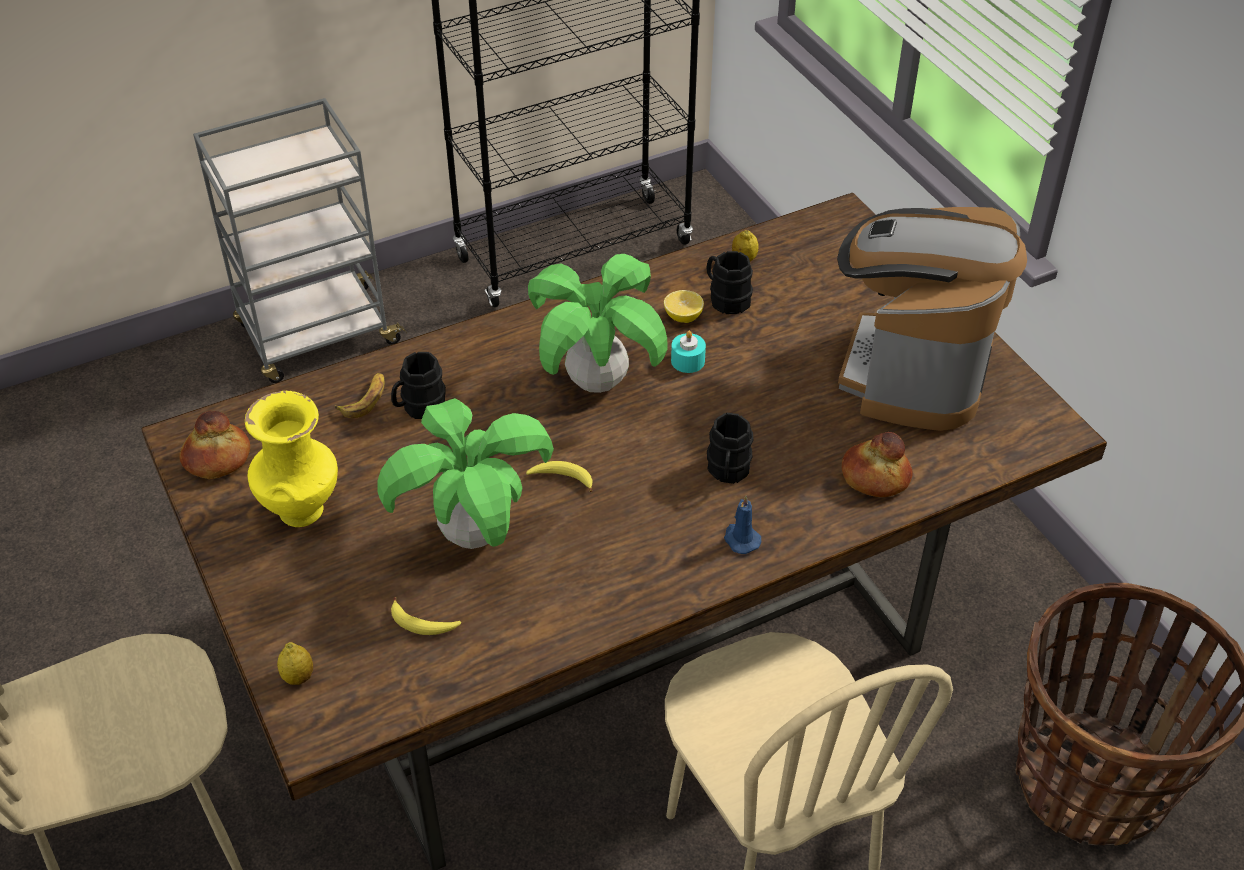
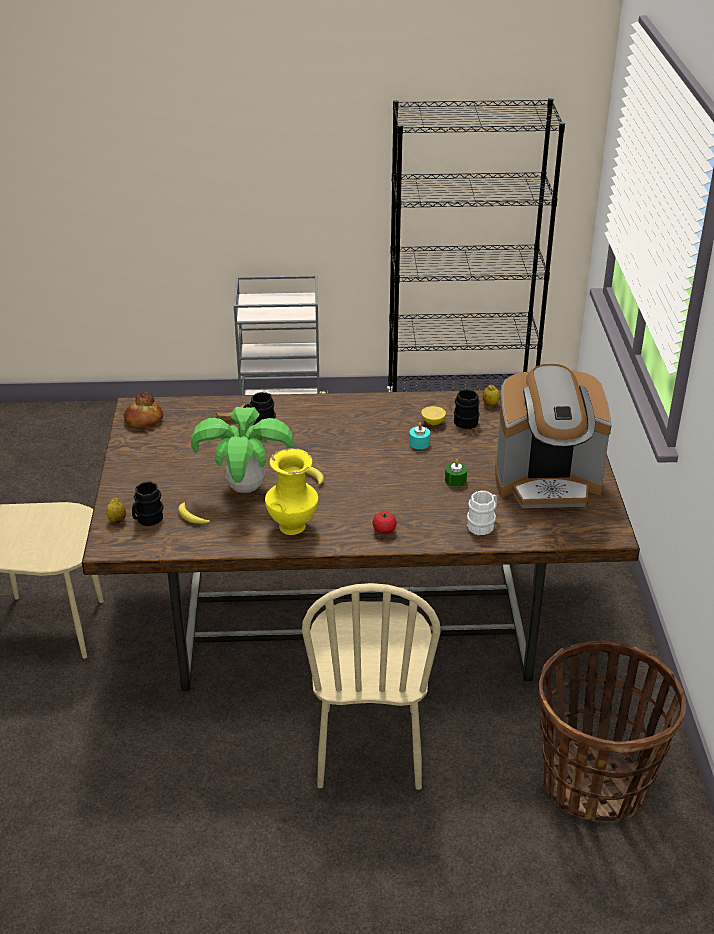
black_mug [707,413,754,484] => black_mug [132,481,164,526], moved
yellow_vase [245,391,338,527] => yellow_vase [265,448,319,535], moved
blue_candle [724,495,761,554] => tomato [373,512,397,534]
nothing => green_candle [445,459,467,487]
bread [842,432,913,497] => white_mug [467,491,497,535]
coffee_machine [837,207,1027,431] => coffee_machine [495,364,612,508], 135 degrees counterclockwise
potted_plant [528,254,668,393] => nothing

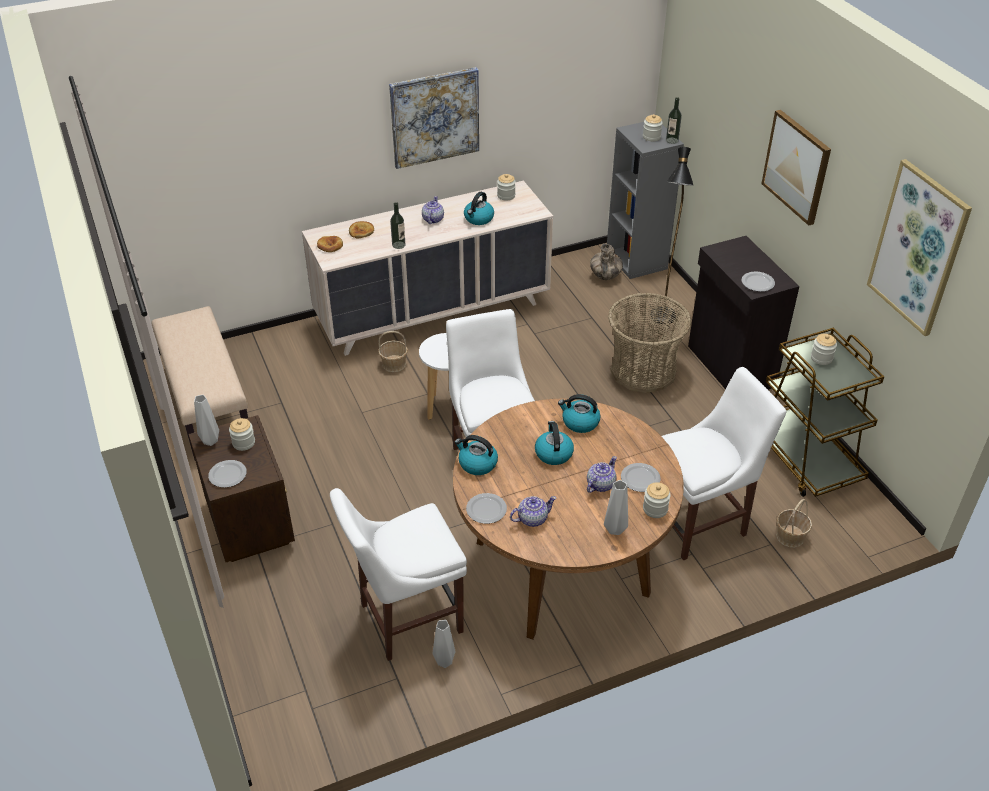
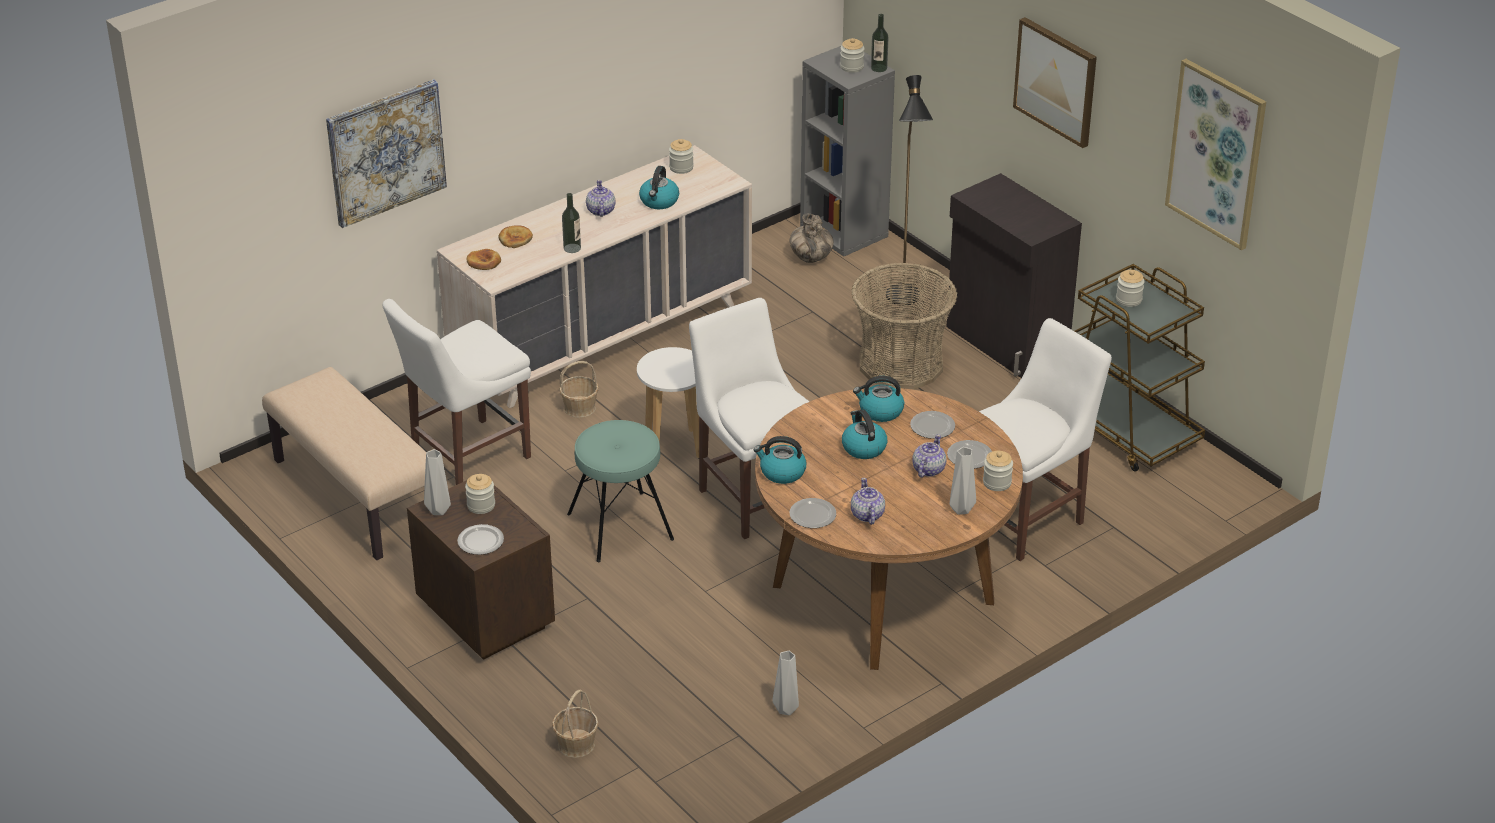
picture [389,67,479,169] => picture [326,79,447,228], moved
white_chair [330,488,467,661] => white_chair [383,299,531,485], moved
basket [776,499,812,548] => basket [552,690,599,758], moved
nothing => turquoise_stool [567,420,674,562]
teapot [510,496,556,527] => teapot [851,478,885,525], 60 degrees counterclockwise
plate [742,272,775,292] => plate [910,411,955,439], moved

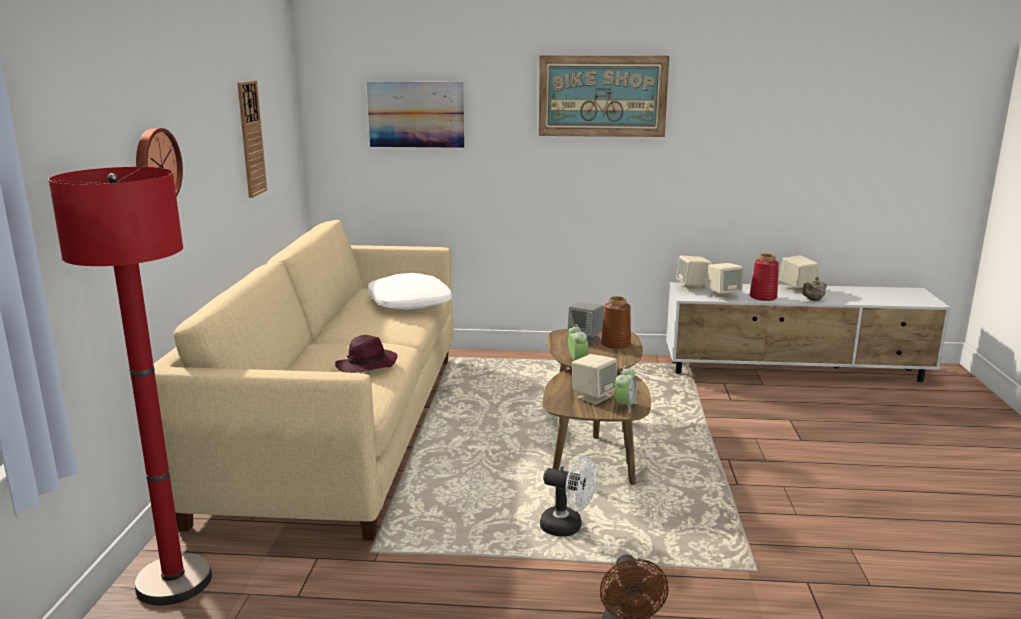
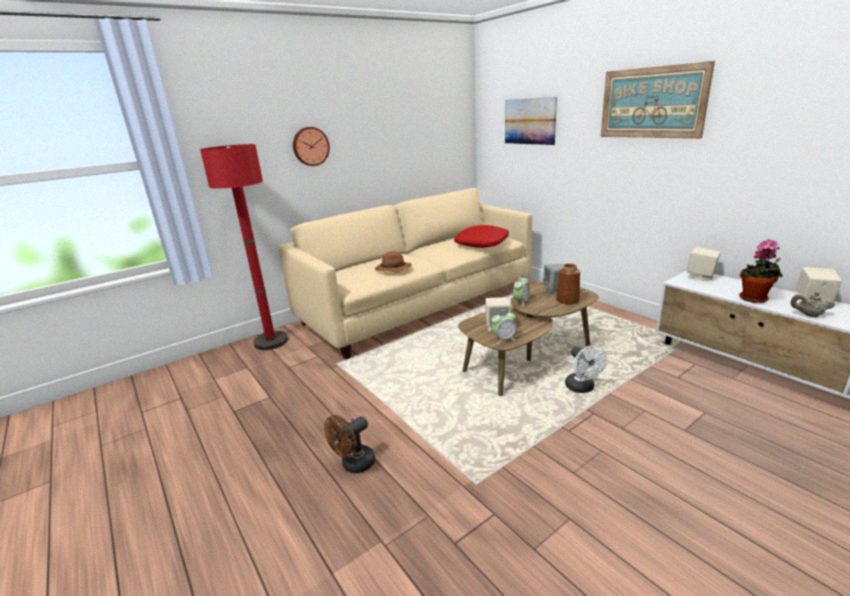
purple_hat [335,335,397,373] => brown_hat [375,251,412,273]
white_pillow [368,273,452,309] => red_pillow [454,225,509,248]
white_fan [540,455,597,537] => white_fan [565,345,607,393], moved
red_vase [750,254,779,301] => potted_plant [739,239,783,303]
wall_clock [237,81,267,198] => nothing
beige_speaker [707,263,743,299] => nothing

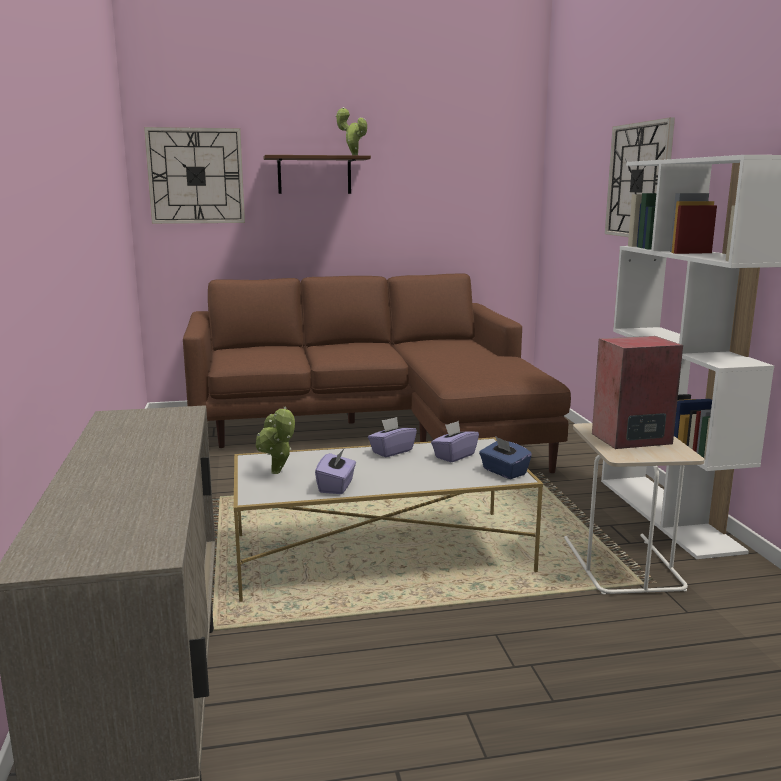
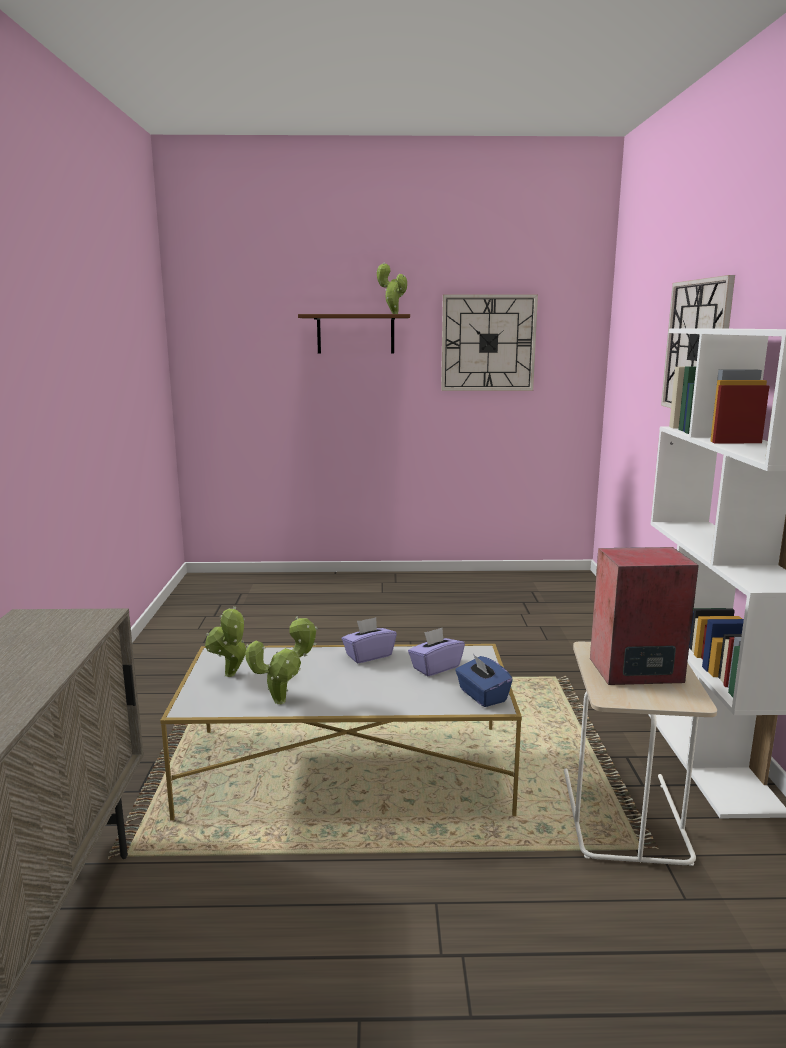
purple_tissue_box [315,449,356,494] => potted_plant [245,616,318,704]
wall_clock [144,127,245,224] => wall_clock [441,294,538,391], moved
brown_sofa [183,273,571,473] => nothing

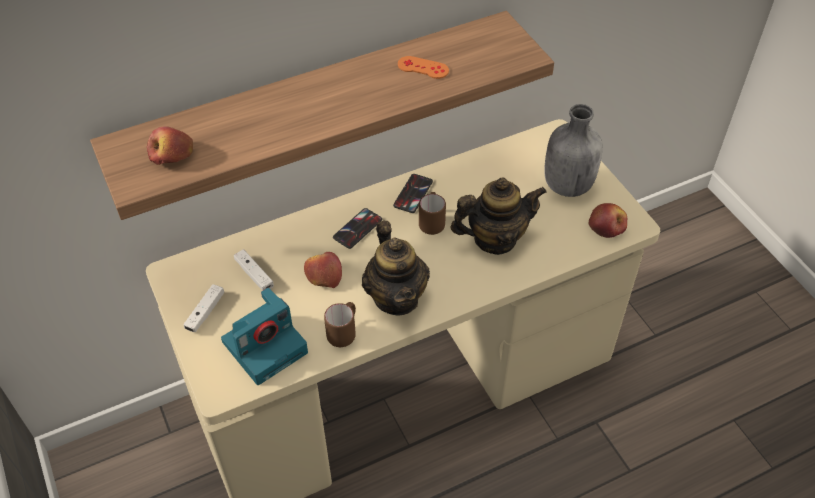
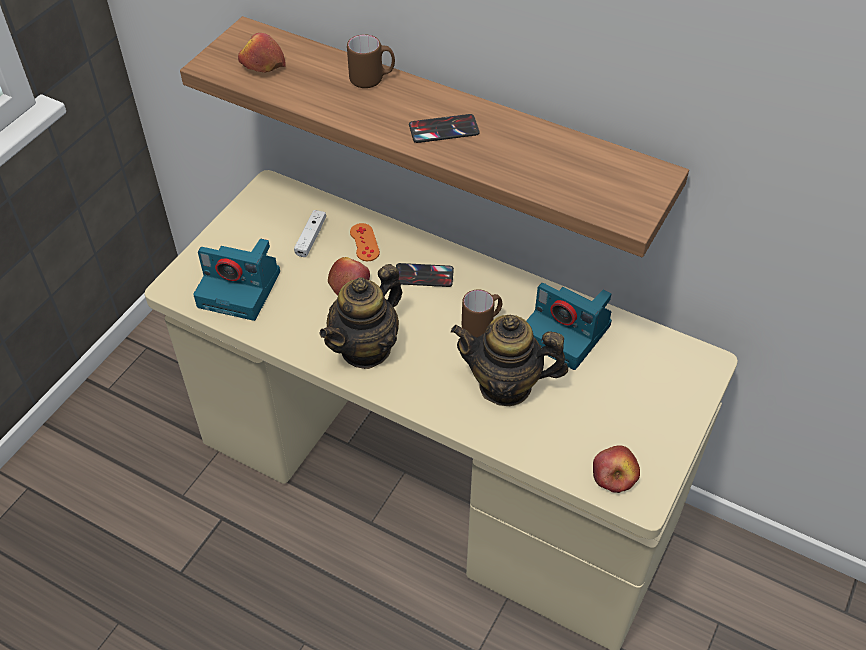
brown_mug [324,302,356,347] => brown_mug [347,34,395,88], moved
orange_game_controller [398,56,449,79] => orange_game_controller [350,223,380,261], moved
phone [393,174,433,213] => phone [409,114,480,143], moved
teapot [450,178,547,255] => teapot [451,315,568,406], 150 degrees clockwise
nothing => photo_camera [526,283,612,370]
white_game_controller [183,284,224,332] => nothing
grey_bottle [544,104,603,197] => nothing

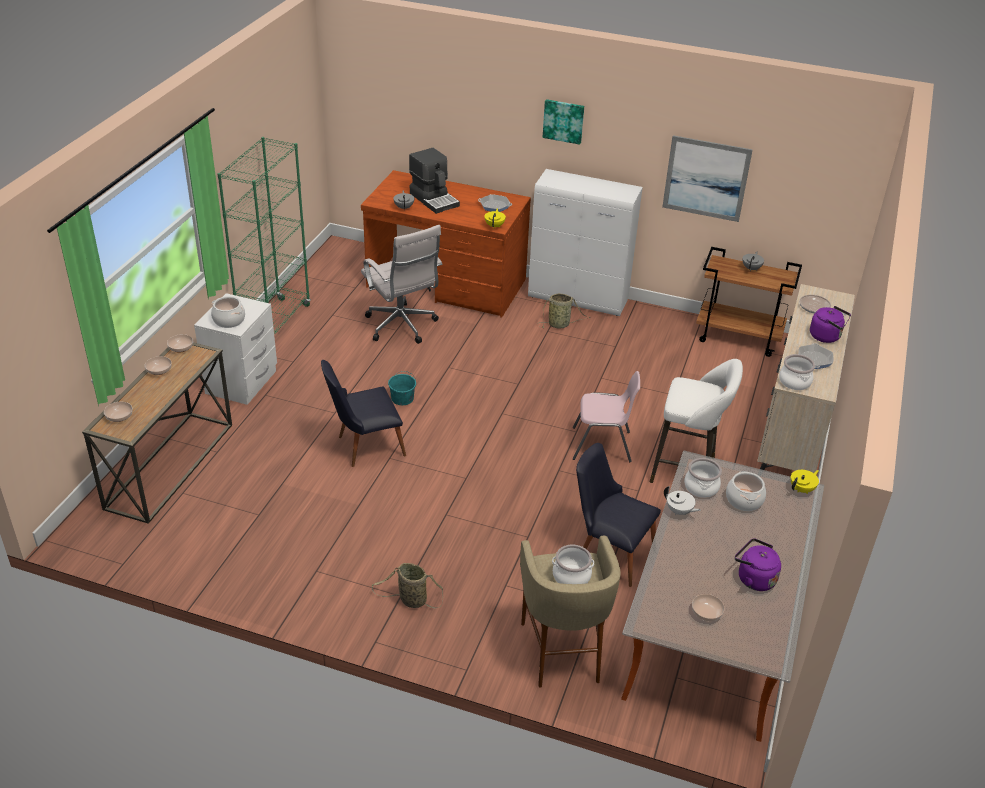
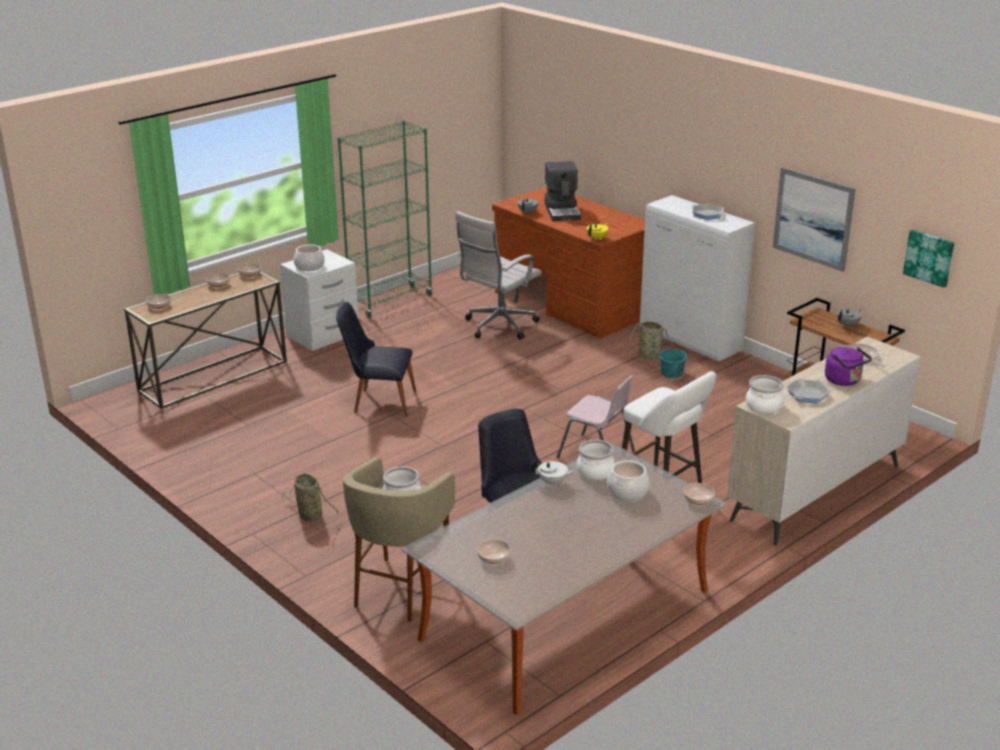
white_office_chair [361,225,443,344] => white_office_chair [455,211,542,340], 45 degrees clockwise
white_teapot [664,486,701,516] => white_teapot [532,459,576,485], 60 degrees counterclockwise
turquoise_bucket [388,371,416,405] => turquoise_bucket [659,342,687,378], moved
yellow_teapot [791,470,819,494] => bowl [683,483,715,505]
frying_pan [478,194,512,212] => frying_pan [691,204,725,220], moved
picture [543,99,584,145] => picture [903,230,954,288], moved
purple_kettle [735,538,781,591] => nothing

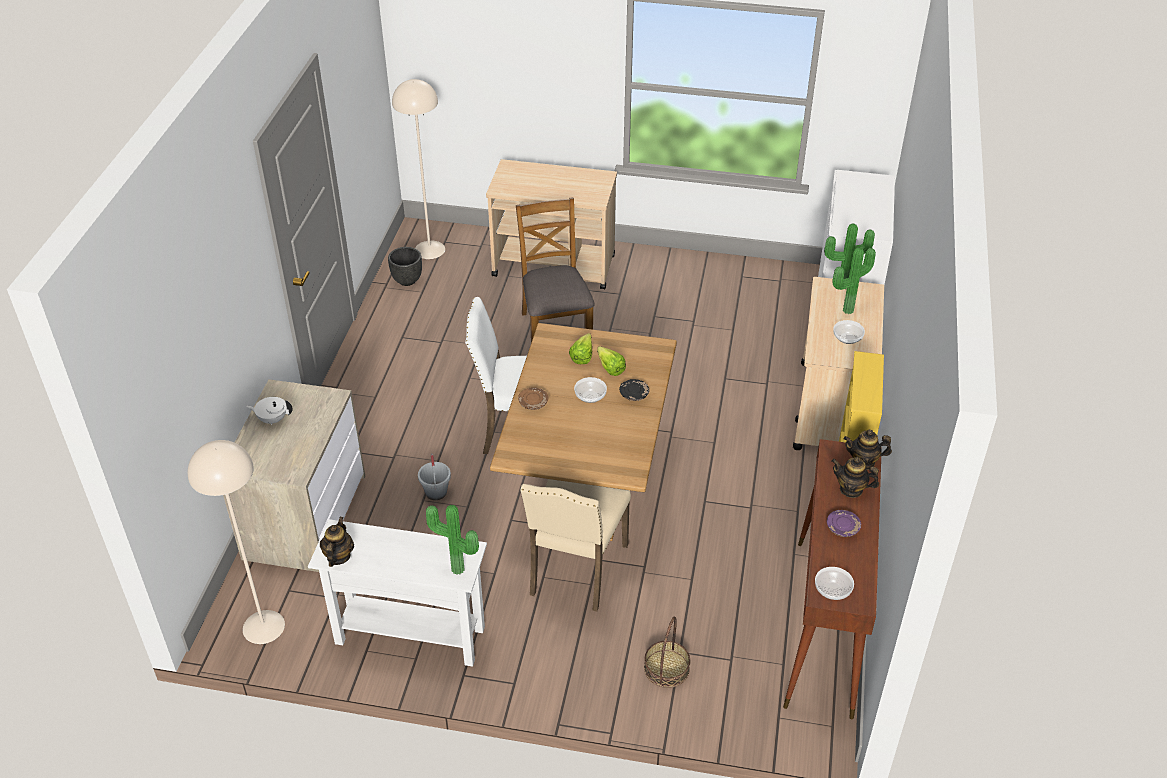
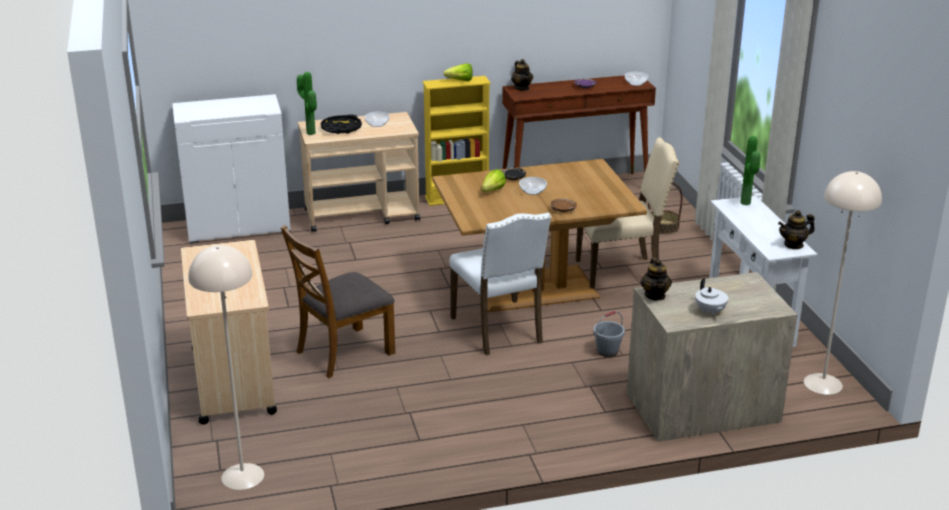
potted_plant [832,248,876,314] => black_tray [321,115,362,134]
lettuce [569,333,592,364] => lettuce [443,64,472,81], moved
teapot [832,457,879,498] => teapot [640,258,672,301], moved
black_planter [388,247,422,286] => nothing

